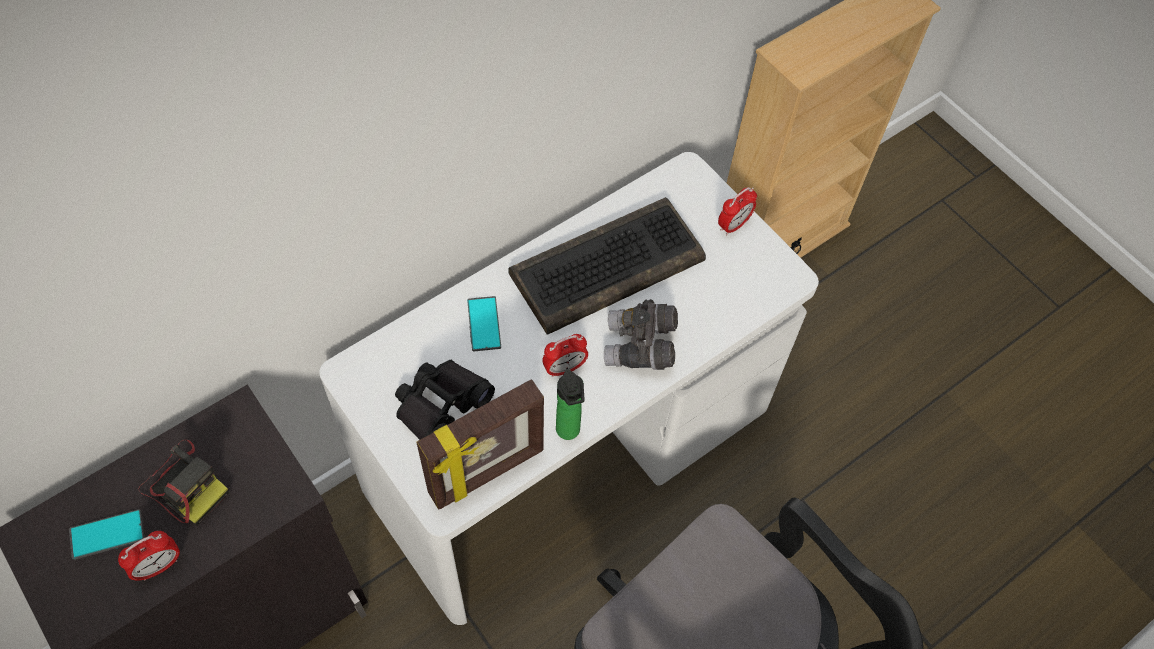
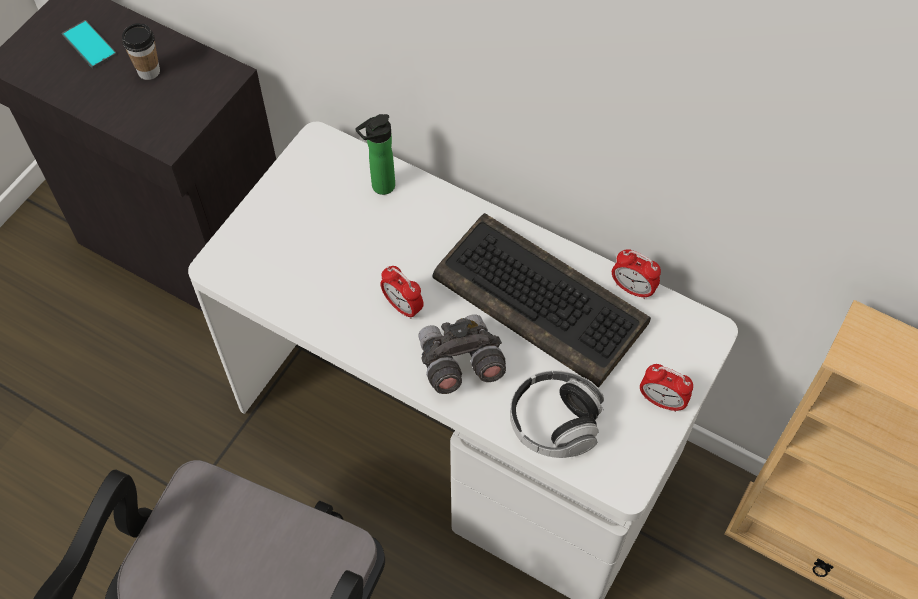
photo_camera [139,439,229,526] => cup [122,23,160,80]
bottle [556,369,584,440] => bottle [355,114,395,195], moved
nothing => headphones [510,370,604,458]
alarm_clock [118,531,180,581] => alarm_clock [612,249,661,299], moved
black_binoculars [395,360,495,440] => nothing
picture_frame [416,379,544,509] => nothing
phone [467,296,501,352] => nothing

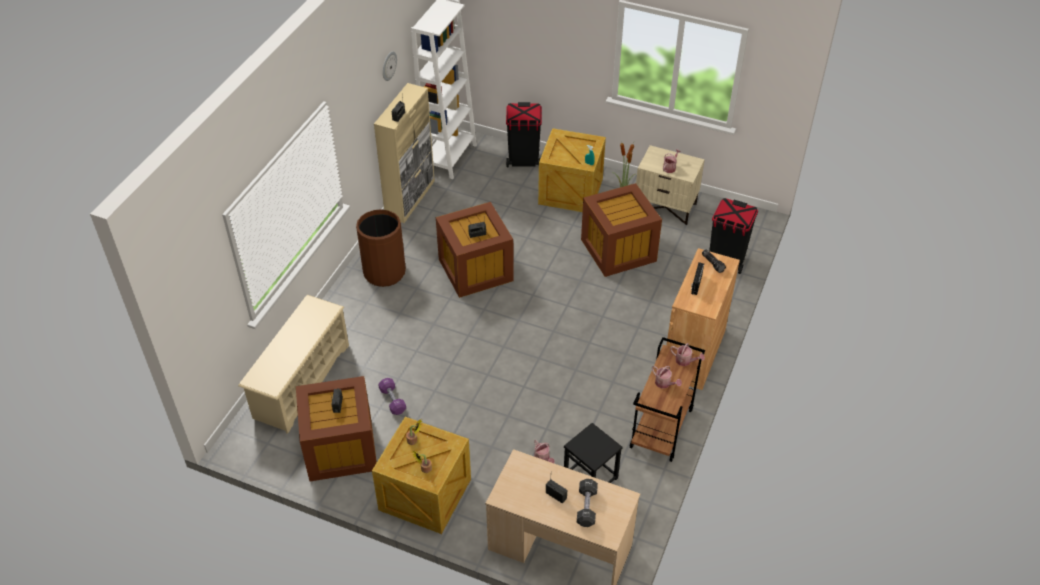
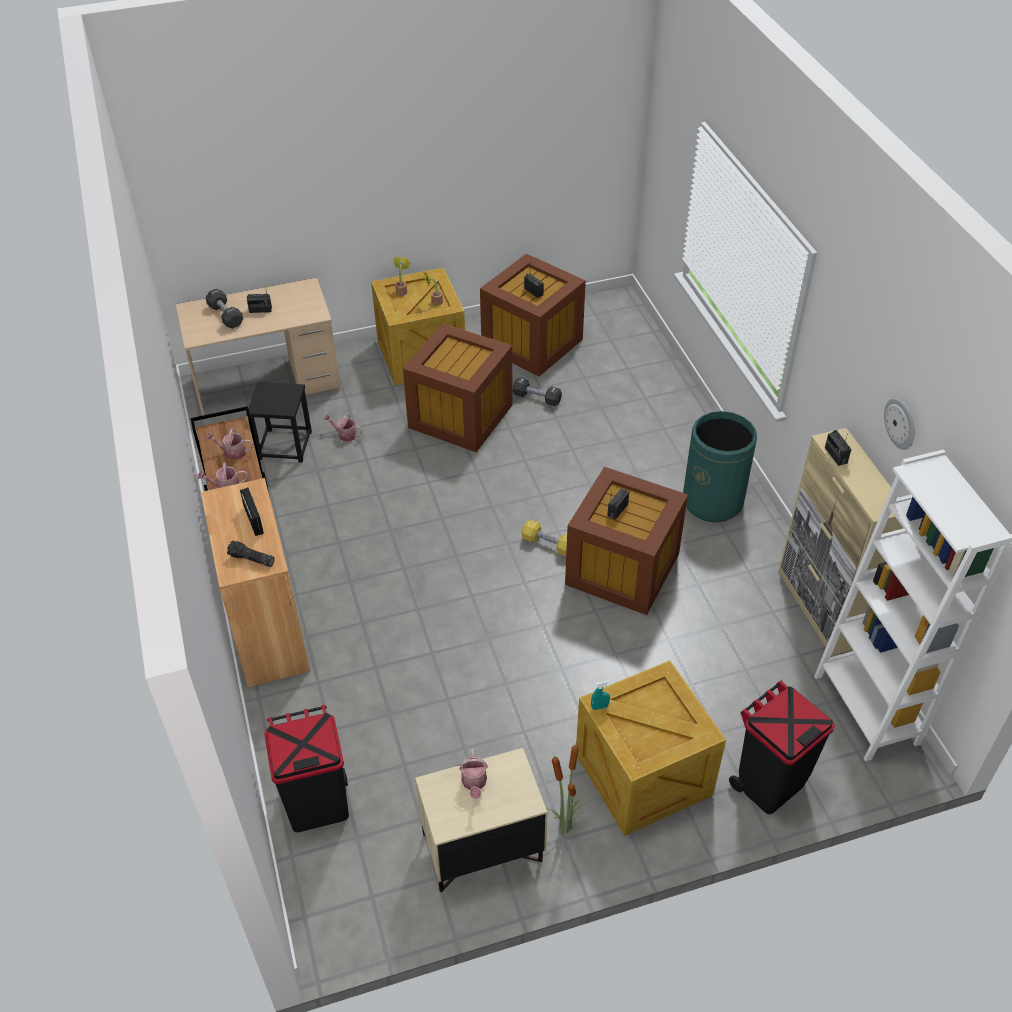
brown_storage_box [581,183,662,277] => brown_storage_box [403,323,513,452], moved
purple_dumbbell [378,378,406,415] => black_dumbbell [513,377,562,406]
nothing => yellow_dumbbell [522,520,567,556]
brown_trash_can [356,209,406,287] => green_trash_can [683,411,757,522]
beige_shoe_rack [238,295,349,434] => nothing

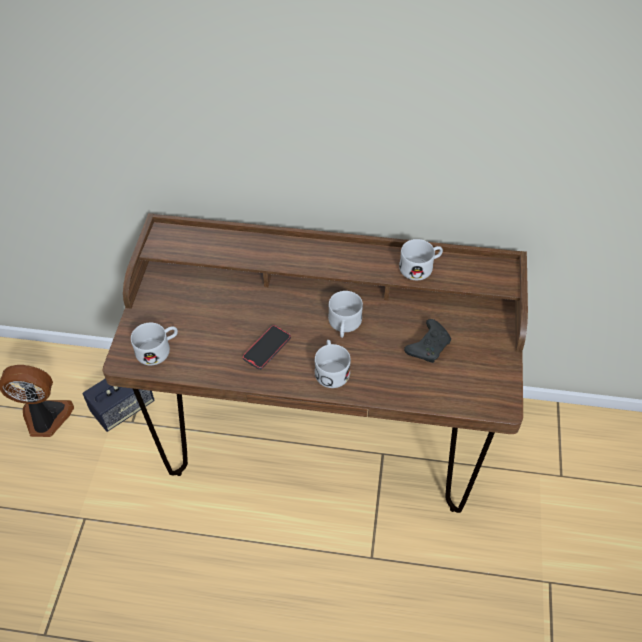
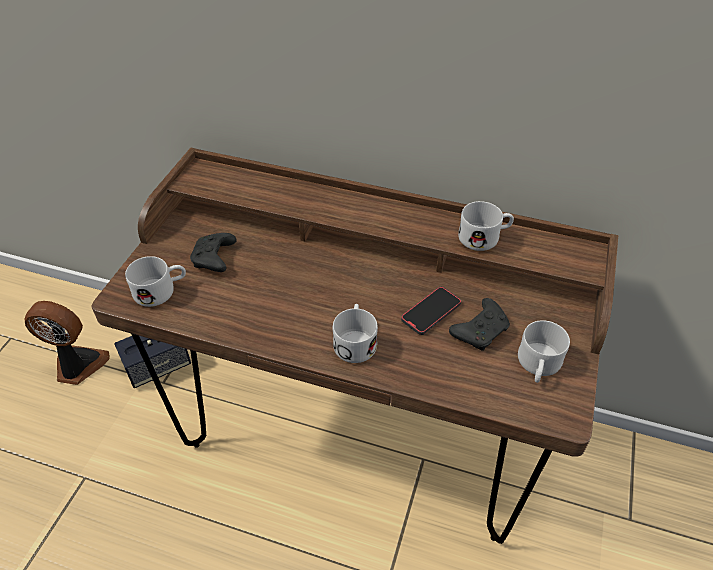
nothing => black_game_controller [190,233,237,272]
phone [243,325,291,370] => phone [401,287,461,335], moved
white_mug [328,291,363,338] => white_mug [518,320,570,383], moved

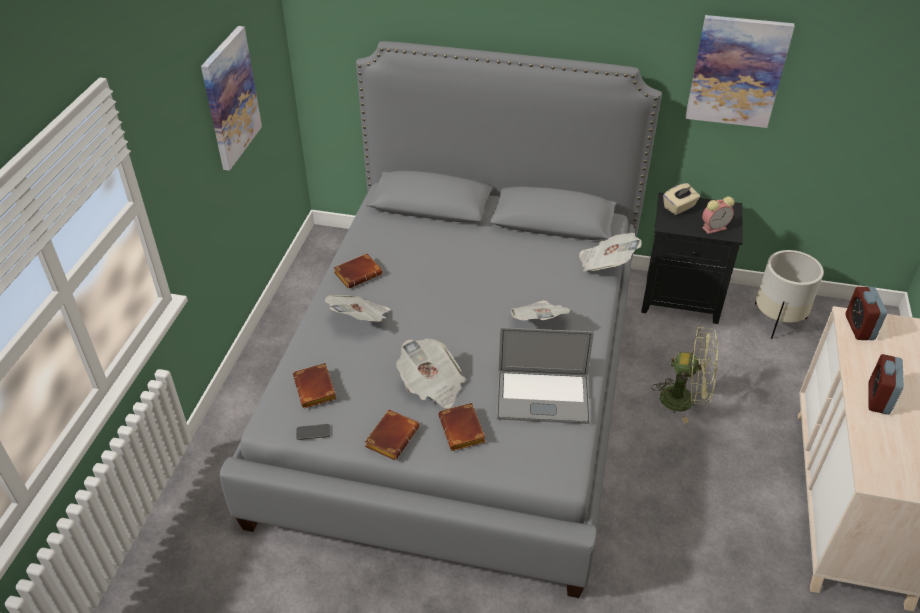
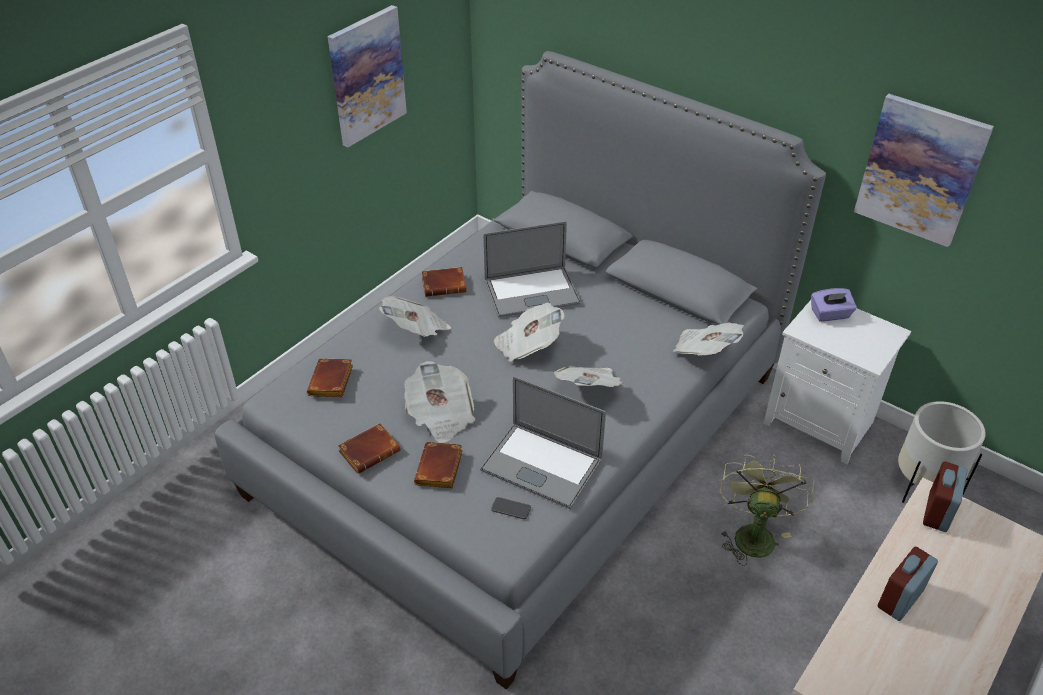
nothing => laptop [483,221,581,318]
phone [296,424,330,440] => phone [491,497,531,519], moved
nothing => newspaper [494,303,565,362]
green_fan [651,326,718,423] => green_fan [719,455,814,566], 120 degrees counterclockwise
black_nightstand [641,193,743,324] => white_nightstand [764,300,911,465]
beige_tissue_box [663,183,700,215] => purple_tissue_box [811,288,857,322]
alarm_clock [702,197,734,234] => nothing

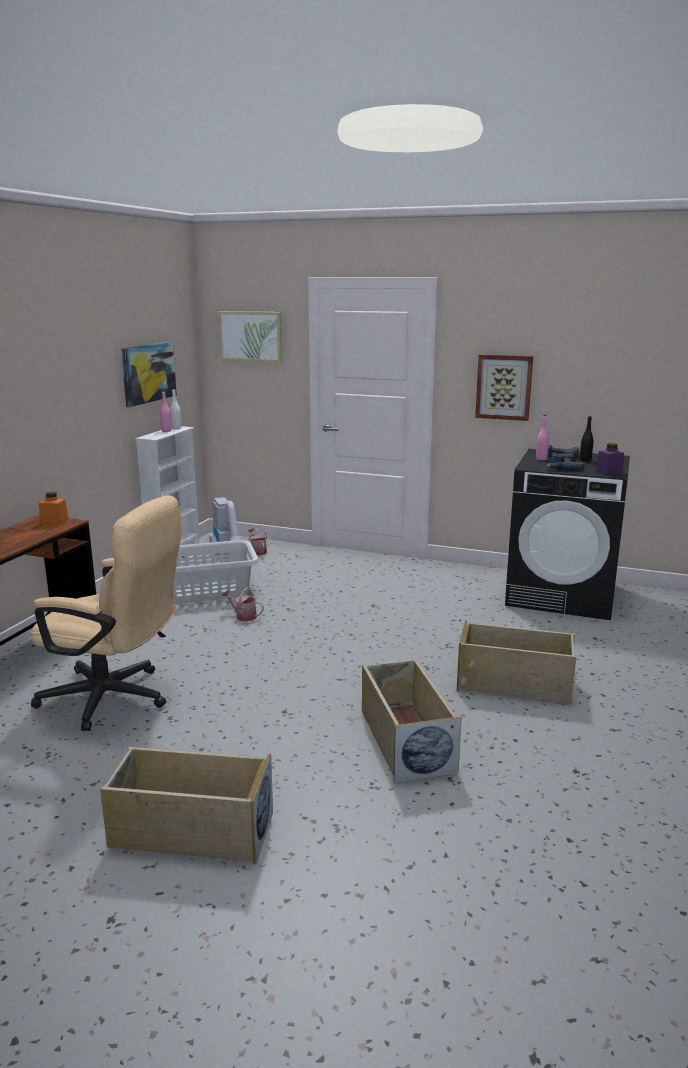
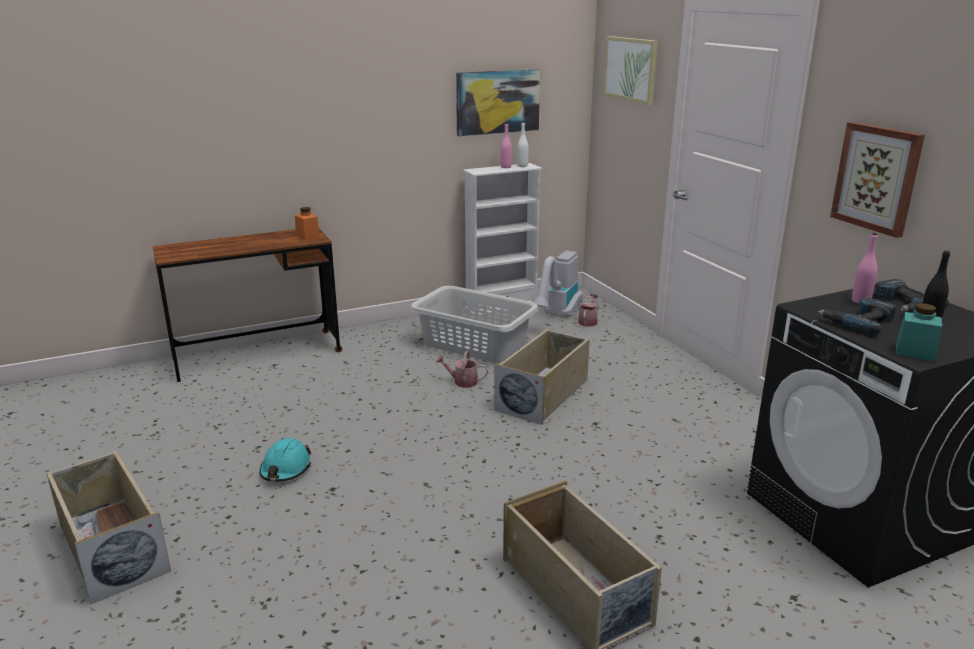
nothing => turquoise_hard_hat [260,438,311,482]
watering_can [221,588,264,621] => watering_can [436,351,488,388], 60 degrees counterclockwise
beige_storage_box [362,658,462,783] => beige_storage_box [494,329,590,425], moved
purple_jar [596,443,624,475] => turquoise_jar [896,303,942,361]
beige_office_chair [30,495,181,731] => nothing

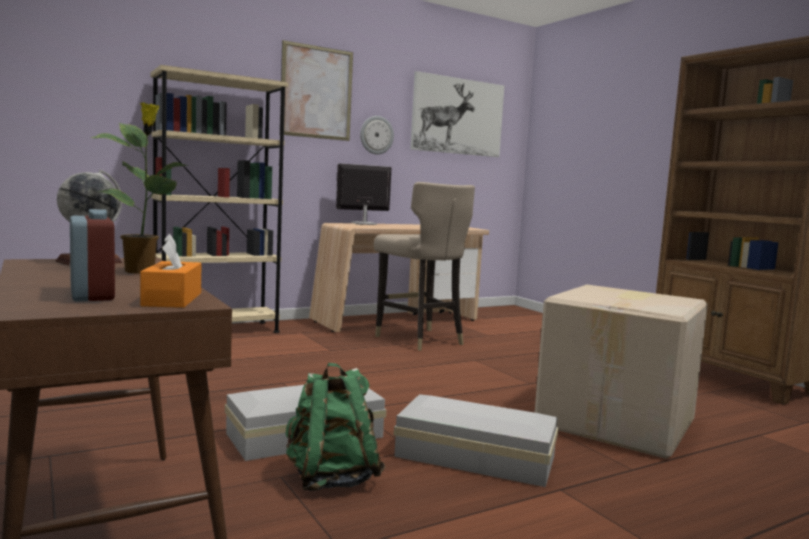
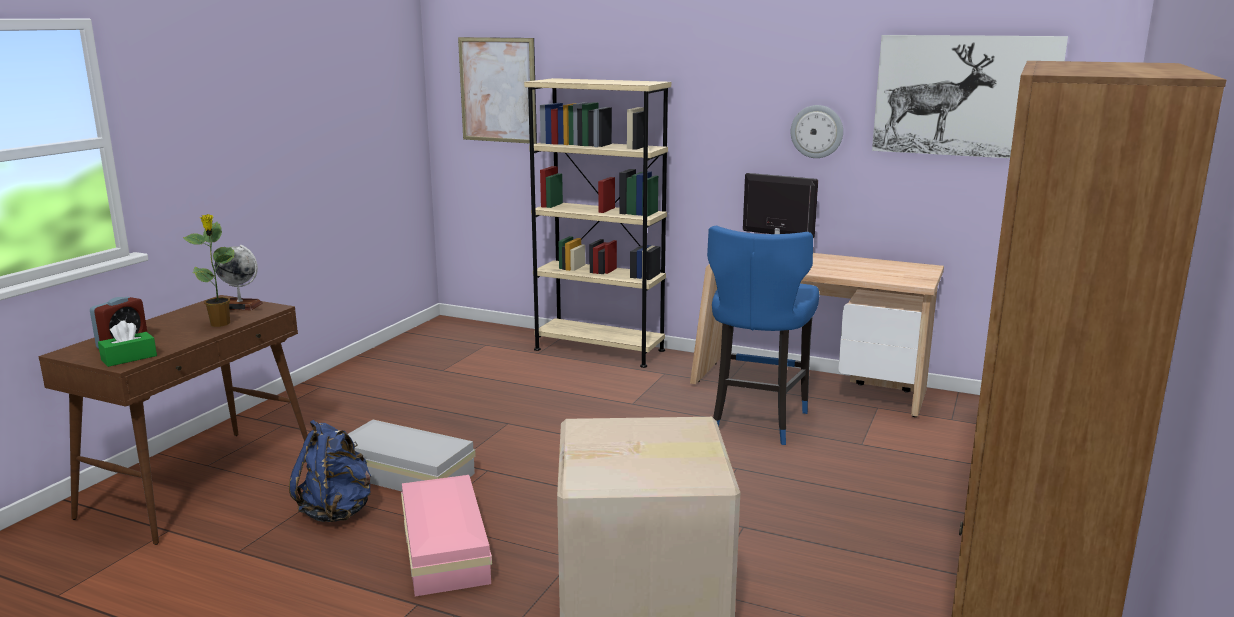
orange_tissue_box [140,234,201,308] => green_tissue_box [98,320,157,367]
green_backpack [286,363,385,491] => blue_backpack [289,420,371,522]
white_storage_box [394,394,558,487] => pink_storage_box [401,475,492,596]
picture [280,40,353,141] => picture [458,37,537,144], moved
beige_stool [374,182,475,351] => blue_stool [707,226,819,445]

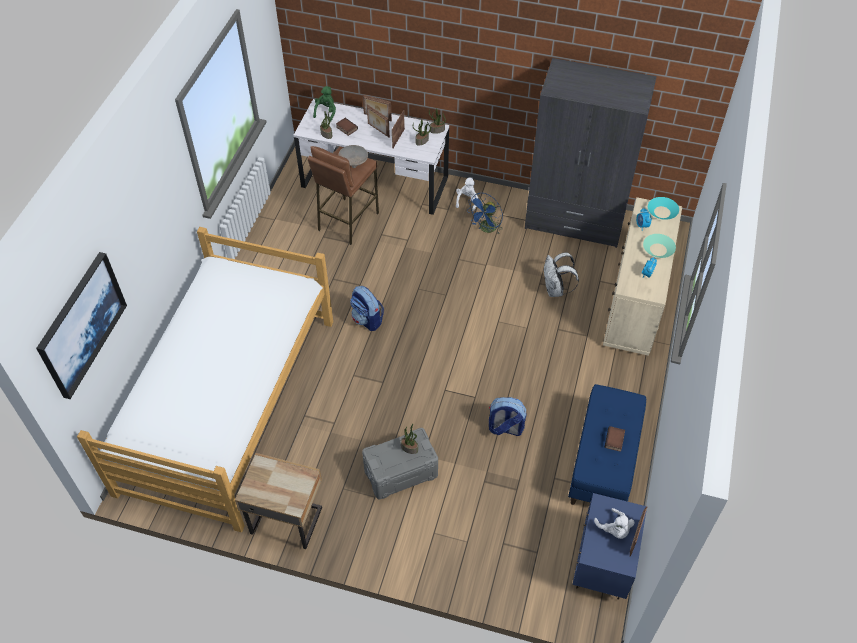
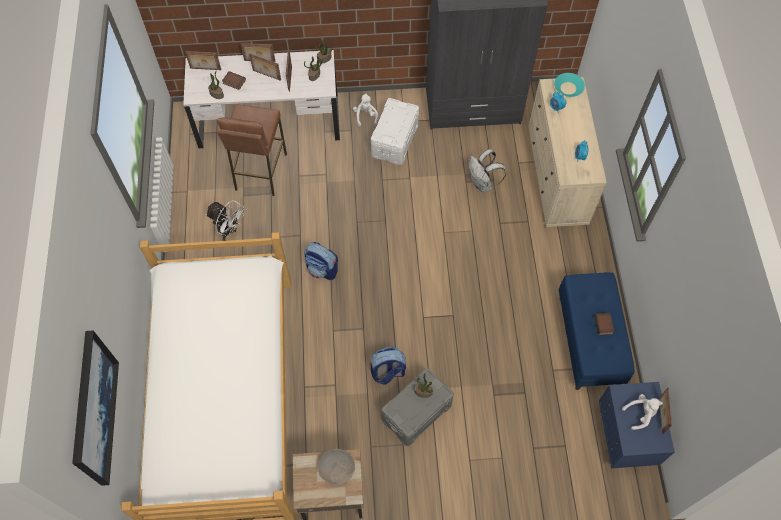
green_plush_toy [313,86,336,122] => picture_frame [185,51,221,70]
nothing => white_fan [206,200,244,241]
beige_bowl [338,145,368,168] => beige_bowl [318,449,355,485], moved
backpack [489,397,527,436] => backpack [370,347,406,385], moved
blue_fan [467,193,503,234] => white_storage_box [371,98,419,165]
white_plush_toy [594,508,635,539] => white_plush_toy [622,394,663,430], 60 degrees counterclockwise
turquoise_bowl [643,234,676,258] => nothing

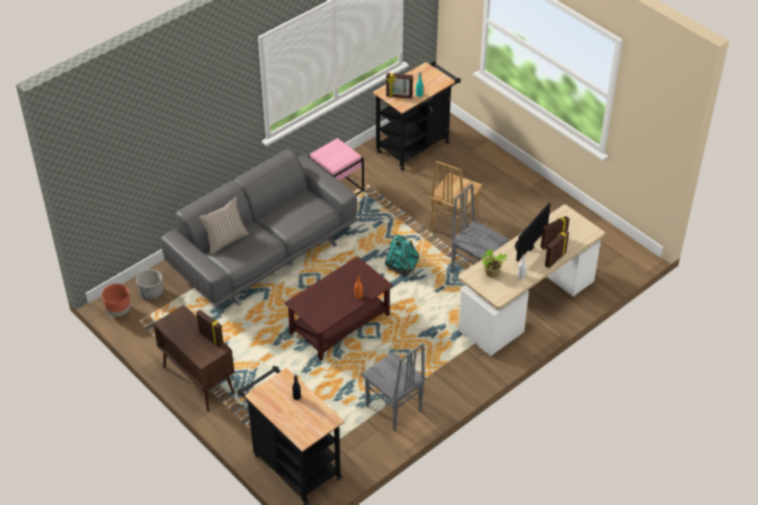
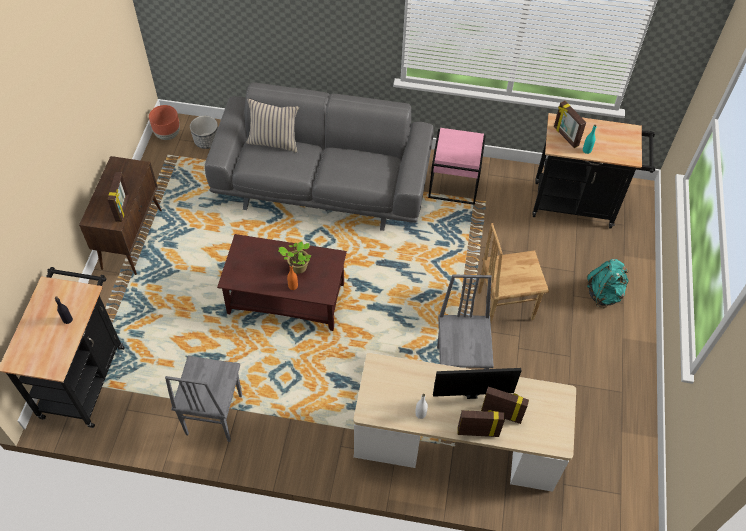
potted_plant [481,249,507,277] => potted_plant [278,241,311,274], moved
turquoise_backpack [385,235,419,275] => turquoise_backpack [587,259,629,308], moved

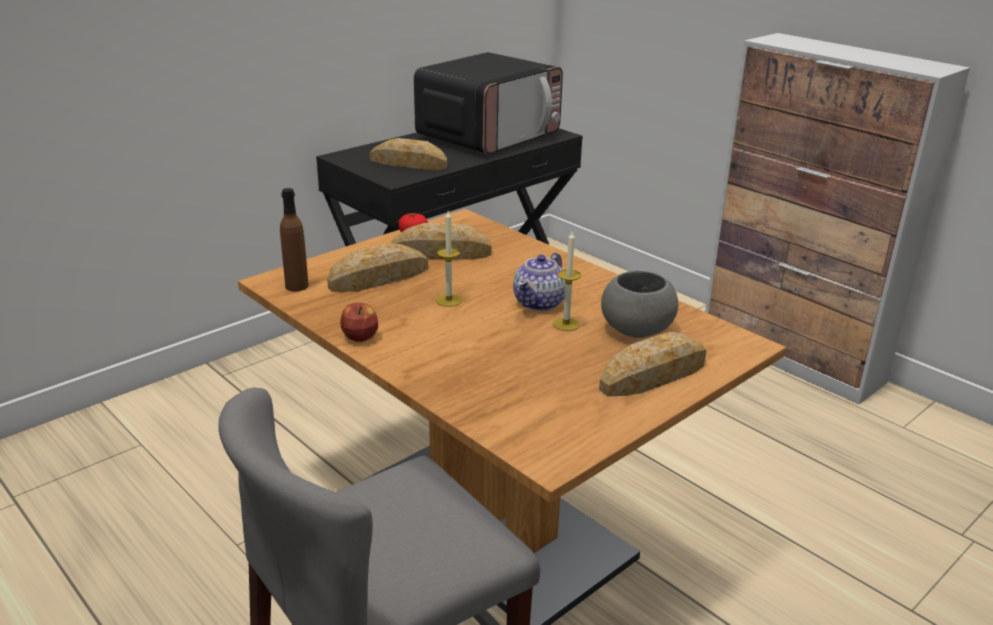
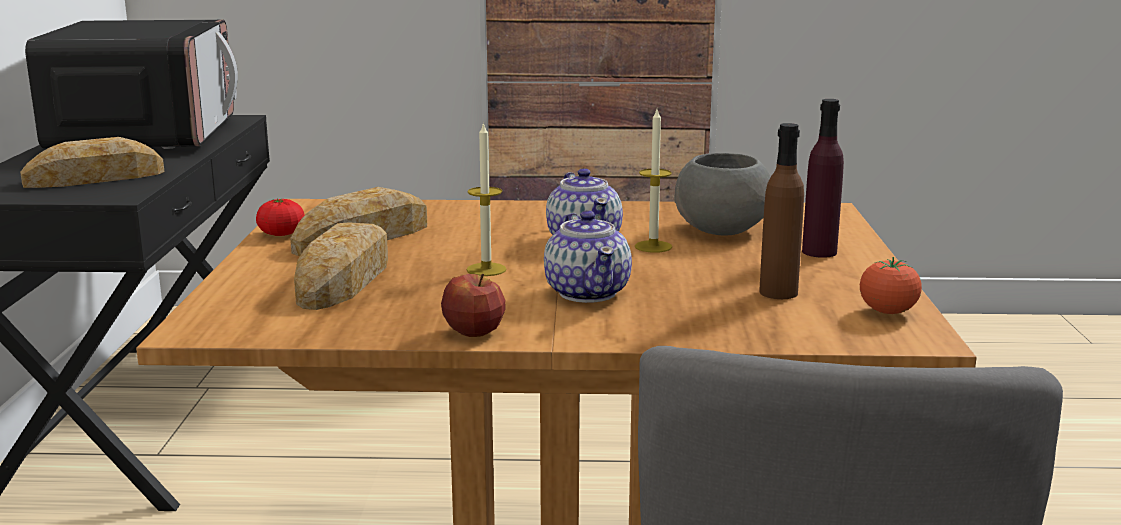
nothing => teapot [544,210,632,303]
brown_bottle [280,188,309,291] => brown_bottle [759,123,804,299], moved
bread [599,332,706,397] => purple_bottle [802,99,844,258]
nothing => tomato [860,257,922,314]

